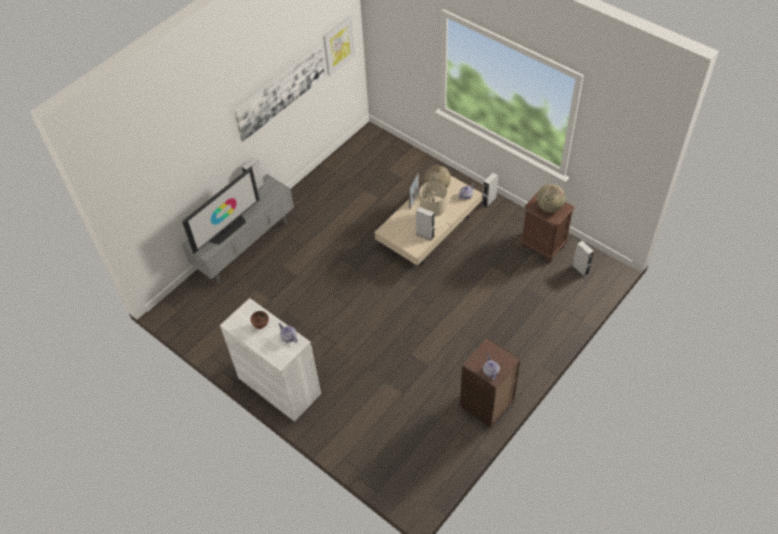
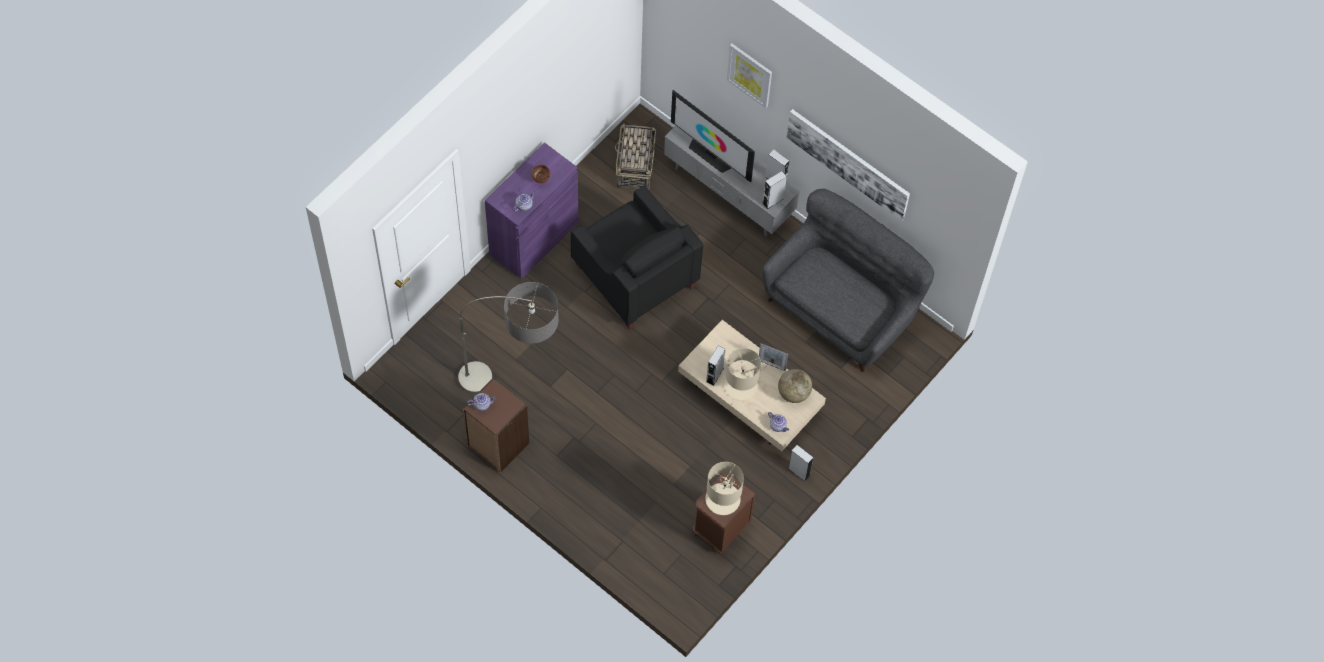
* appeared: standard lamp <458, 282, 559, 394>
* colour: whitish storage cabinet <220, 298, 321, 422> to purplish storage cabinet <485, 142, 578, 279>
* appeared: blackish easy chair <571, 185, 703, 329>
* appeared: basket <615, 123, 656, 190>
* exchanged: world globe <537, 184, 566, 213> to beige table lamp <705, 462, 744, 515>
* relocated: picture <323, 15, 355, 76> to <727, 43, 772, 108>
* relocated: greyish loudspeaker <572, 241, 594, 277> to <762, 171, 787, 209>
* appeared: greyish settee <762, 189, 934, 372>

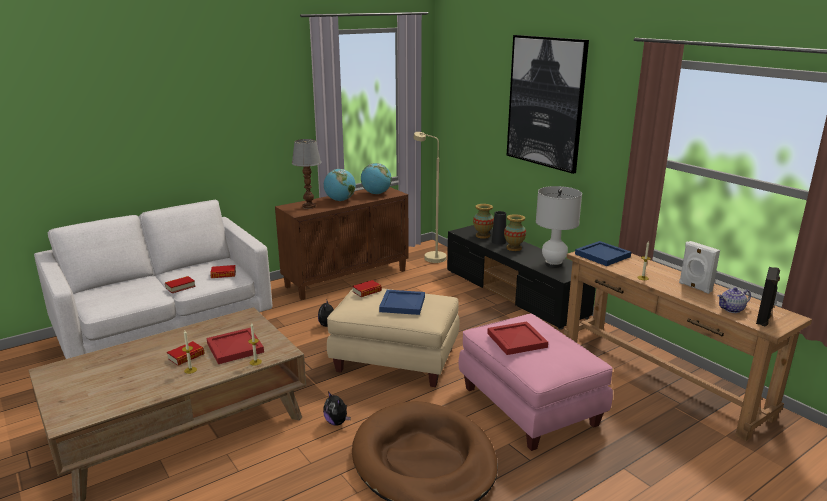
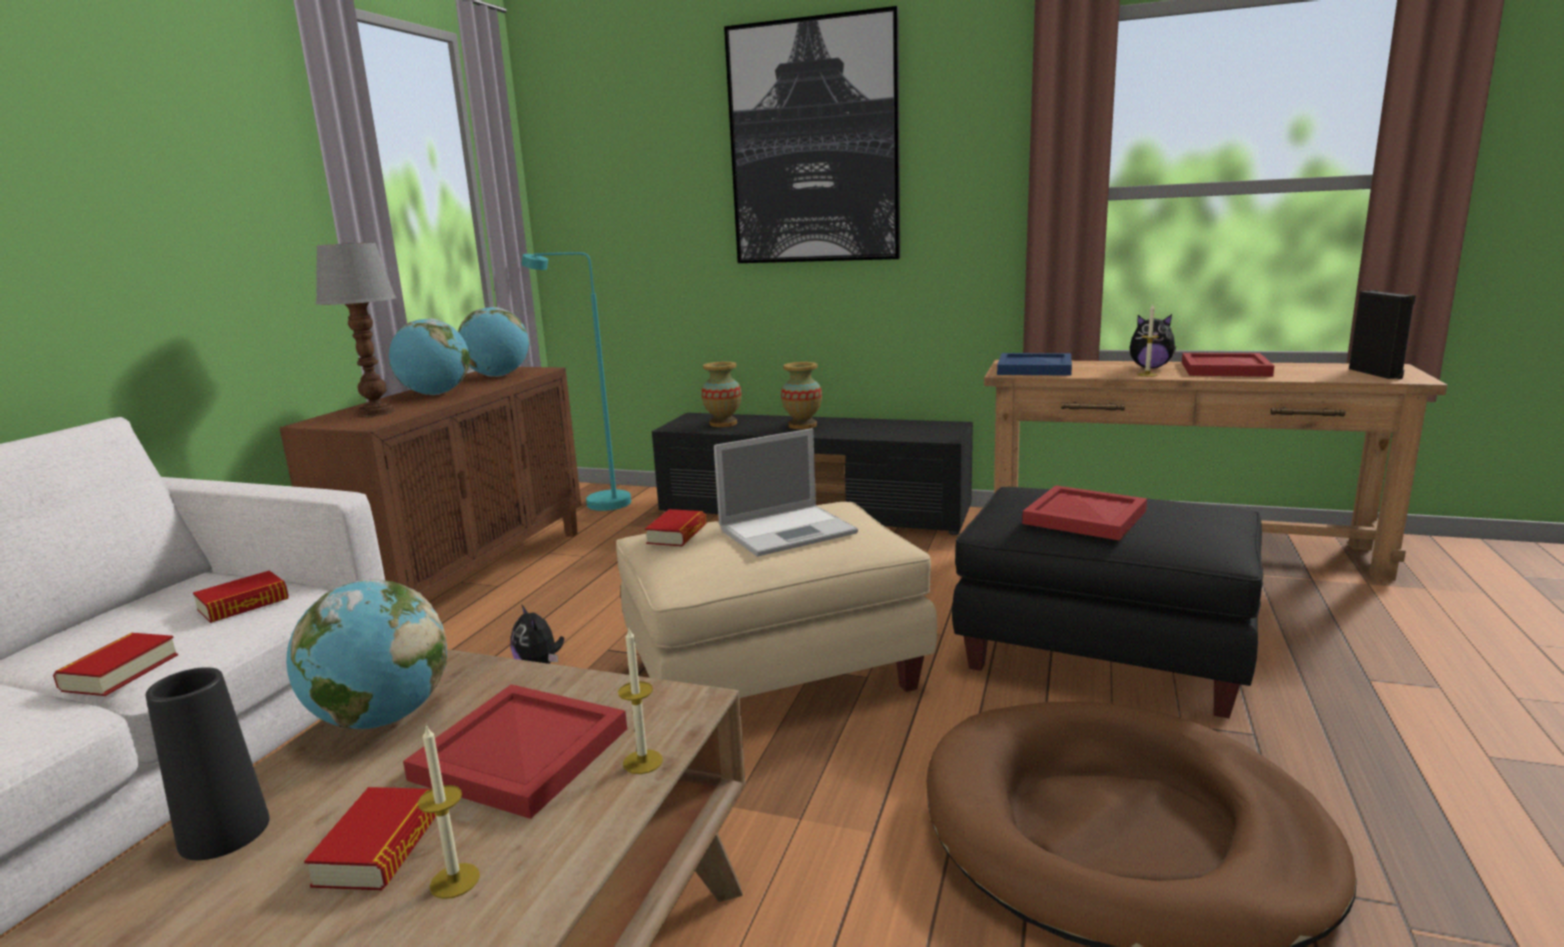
* relocated: blackish flower vase <492, 211, 506, 245> to <145, 667, 270, 860>
* appeared: world globe <286, 580, 447, 729>
* colour: beige standard lamp <413, 132, 447, 263> to turquoise standard lamp <522, 252, 631, 511>
* exchanged: blue-coloured tray <379, 290, 425, 315> to notebook computer <714, 428, 858, 557>
* colour: pink-coloured ottoman <459, 314, 613, 451> to blackish ottoman <952, 487, 1263, 718>
* relocated: plush toy <323, 391, 351, 425> to <1130, 314, 1176, 368>
* exchanged: whitish loudspeaker <679, 241, 720, 294> to red tray <1182, 353, 1274, 377>
* missing: whitish table lamp <536, 186, 582, 268>
* missing: tea pot <718, 287, 751, 313>

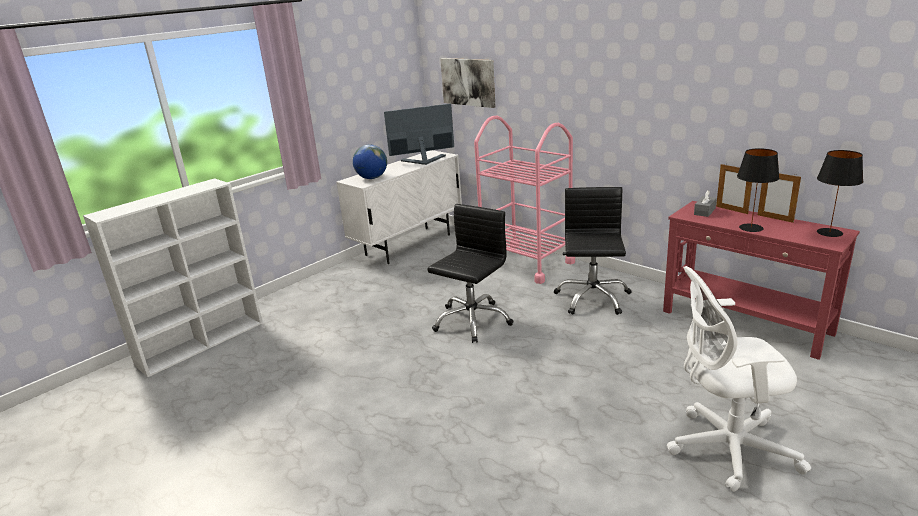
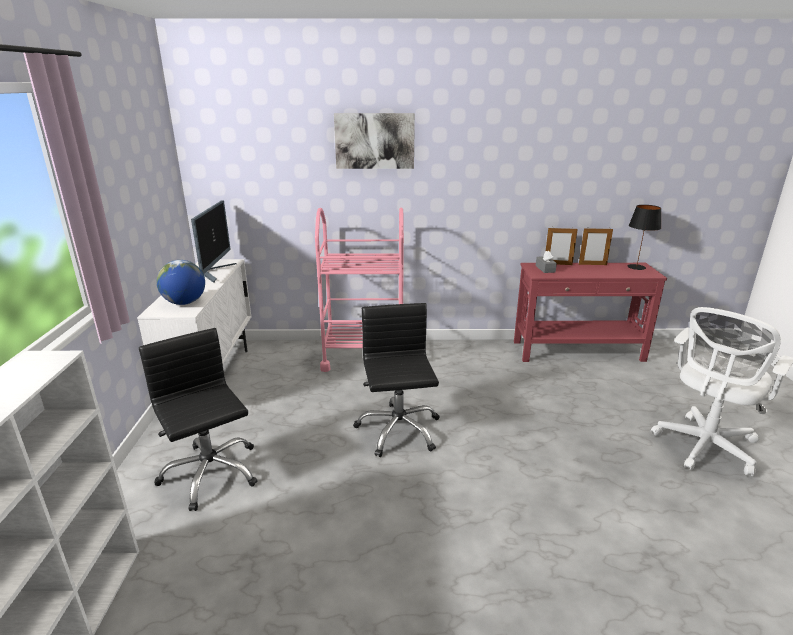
* relocated: blackish computer chair <554, 187, 631, 315> to <139, 328, 258, 511>
* spun: computer display <384, 104, 454, 165> = <191, 200, 237, 283> 150 degrees clockwise
* relocated: picture <440, 58, 495, 108> to <334, 113, 415, 169>
* missing: blackish table lamp <737, 148, 780, 232>

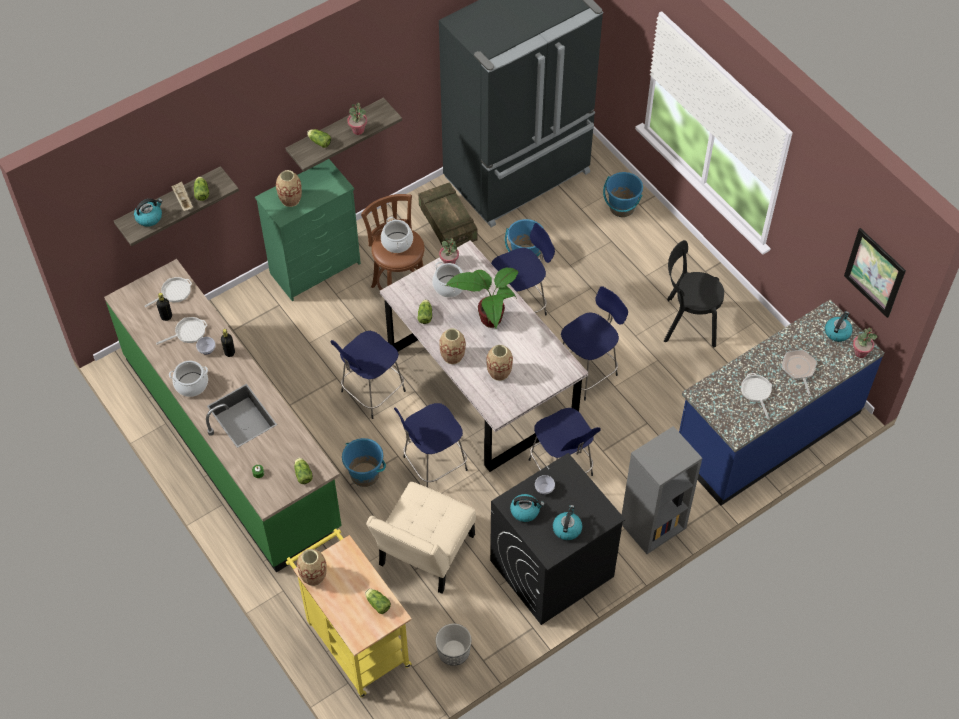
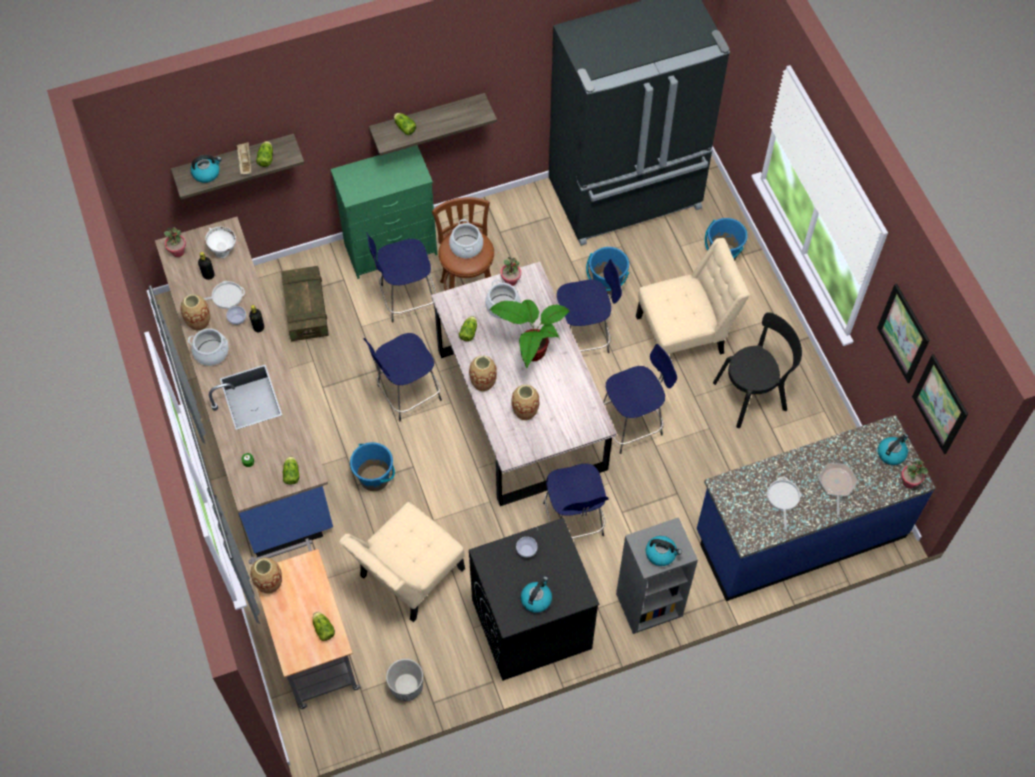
* colour: greenish kitchen base unit <104, 259, 342, 572> to blue-coloured kitchen base unit <155, 217, 333, 557>
* relocated: potted plant <348, 102, 367, 135> to <164, 227, 186, 257>
* relocated: flower vase <276, 170, 302, 207> to <181, 294, 210, 331>
* exchanged: skillet <145, 277, 192, 307> to whitish serving bowl <205, 227, 236, 258>
* colour: yellowish wheeled cart <286, 529, 412, 698> to greyish wheeled cart <248, 538, 361, 709>
* relocated: crate <418, 182, 478, 247> to <281, 266, 329, 341>
* relocated: blue-coloured sitting stool <394, 403, 468, 487> to <366, 232, 436, 323>
* appeared: beige upright chair <636, 238, 750, 371>
* relocated: tea kettle <510, 494, 545, 522> to <646, 536, 682, 566>
* spun: blackish upright chair <664, 240, 724, 347> = <713, 312, 802, 428> 135 degrees clockwise
* appeared: picture <877, 283, 930, 383>

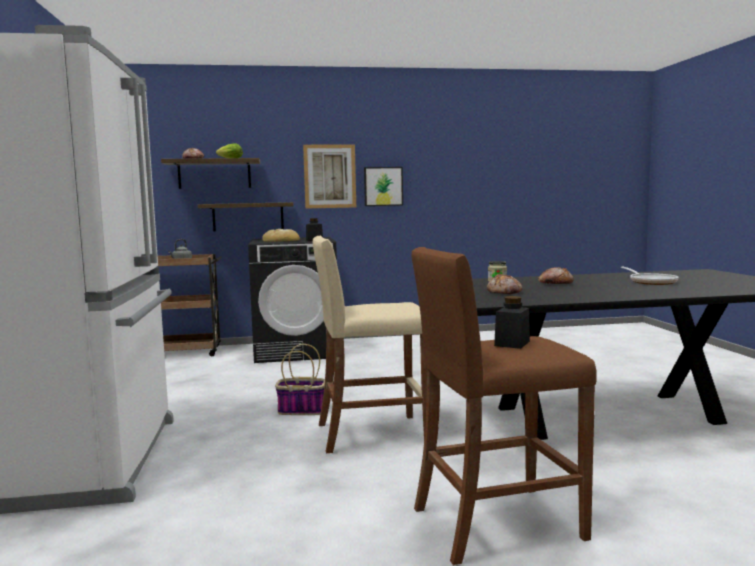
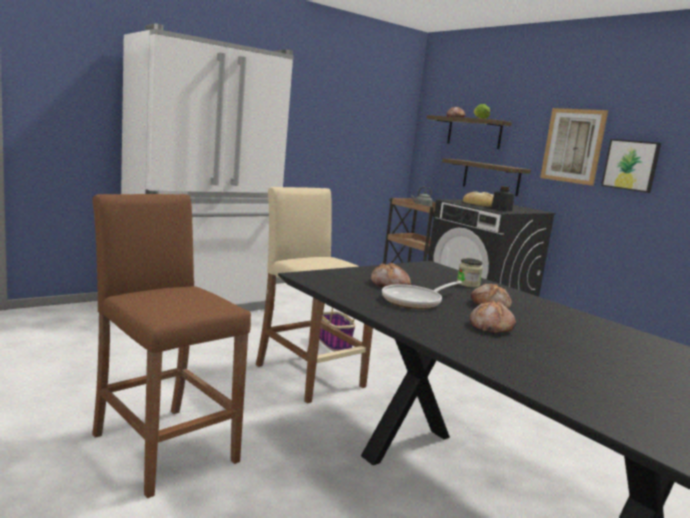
* relocated: skillet <621, 266, 679, 285> to <382, 281, 462, 309>
* appeared: bakery bread <470, 300, 516, 333>
* missing: blackish jar <494, 296, 530, 349>

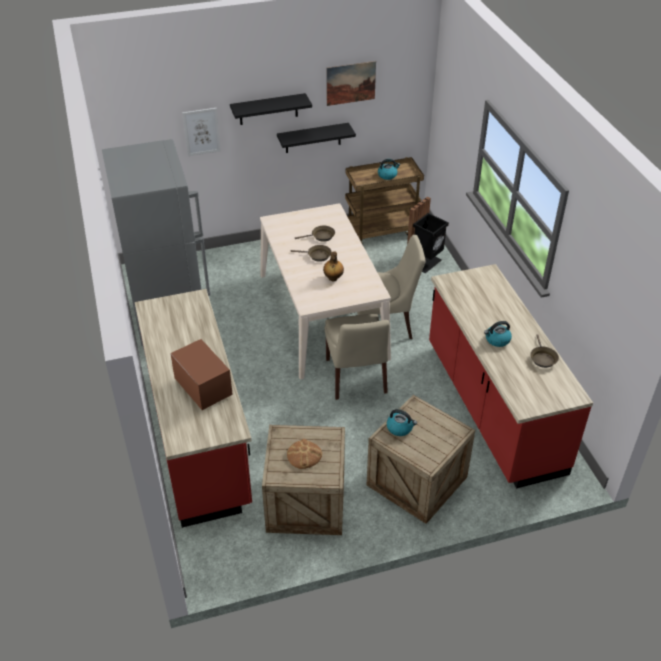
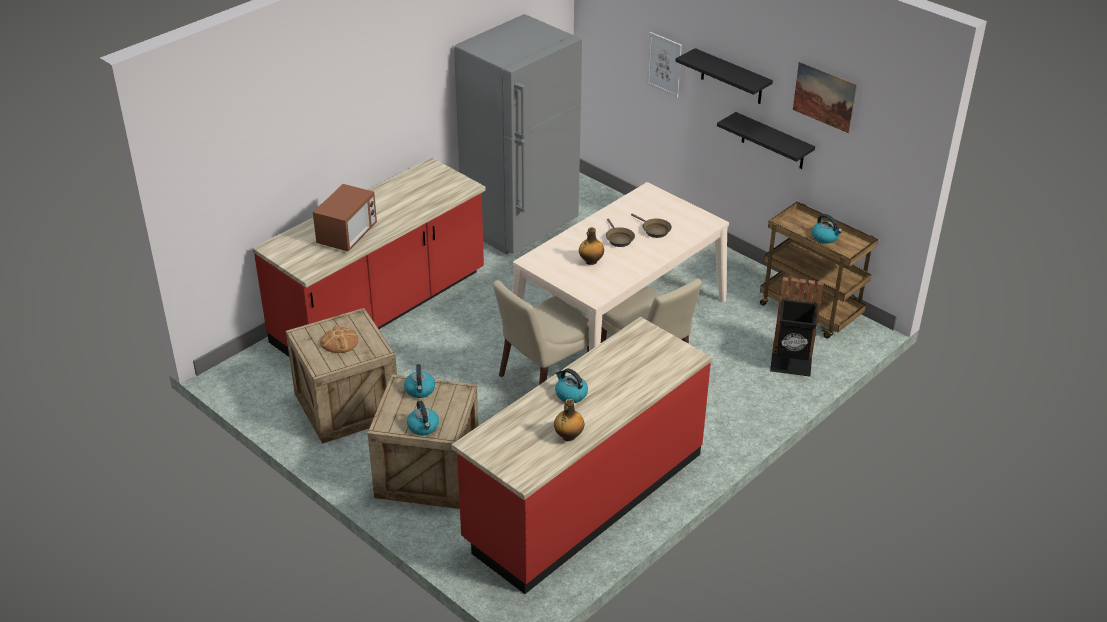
* appeared: tea kettle <407, 401, 439, 435>
* exchanged: brown skillet <530, 334, 559, 368> to drink bottle <554, 399, 584, 441>

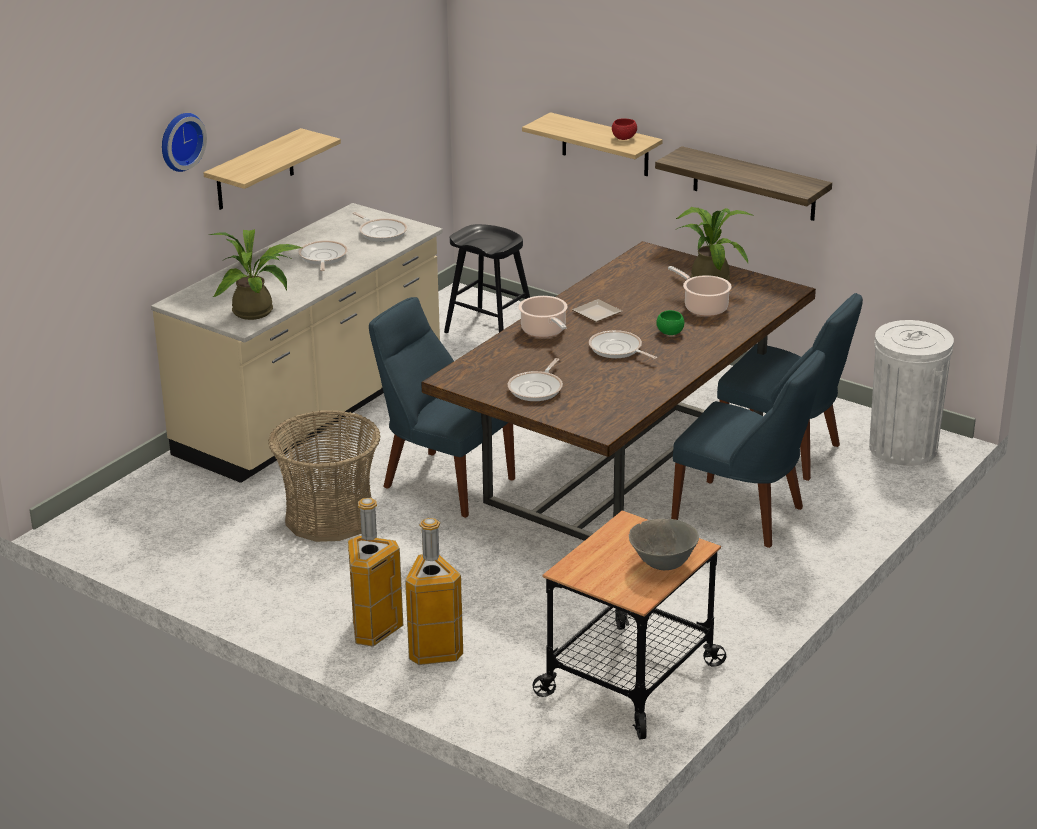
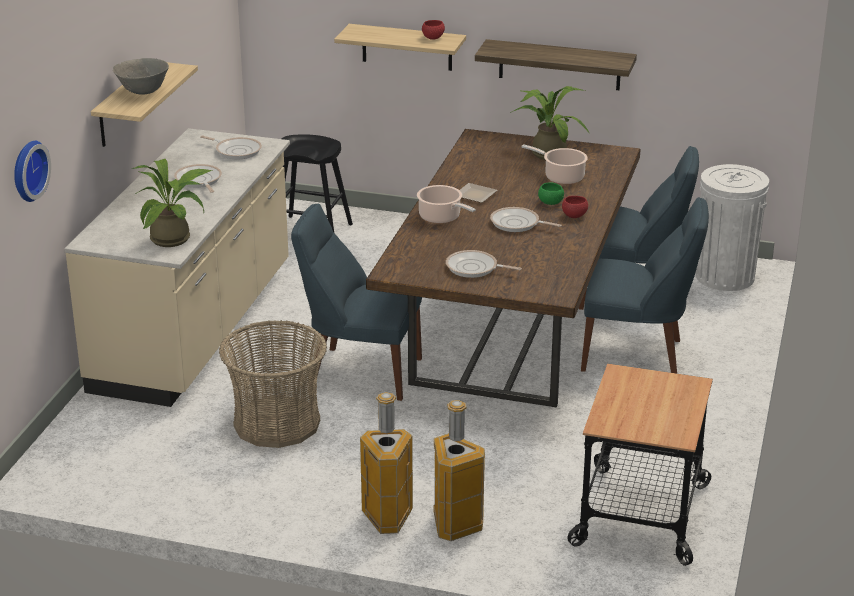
* relocated: hanging clock <162, 113, 207, 172> to <14, 141, 51, 202>
* relocated: greyish serving bowl <629, 519, 699, 570> to <113, 58, 169, 95>
* spun: skillet <507, 358, 563, 401> = <446, 250, 522, 278> 105 degrees clockwise
* appeared: red serving bowl <562, 196, 588, 218>

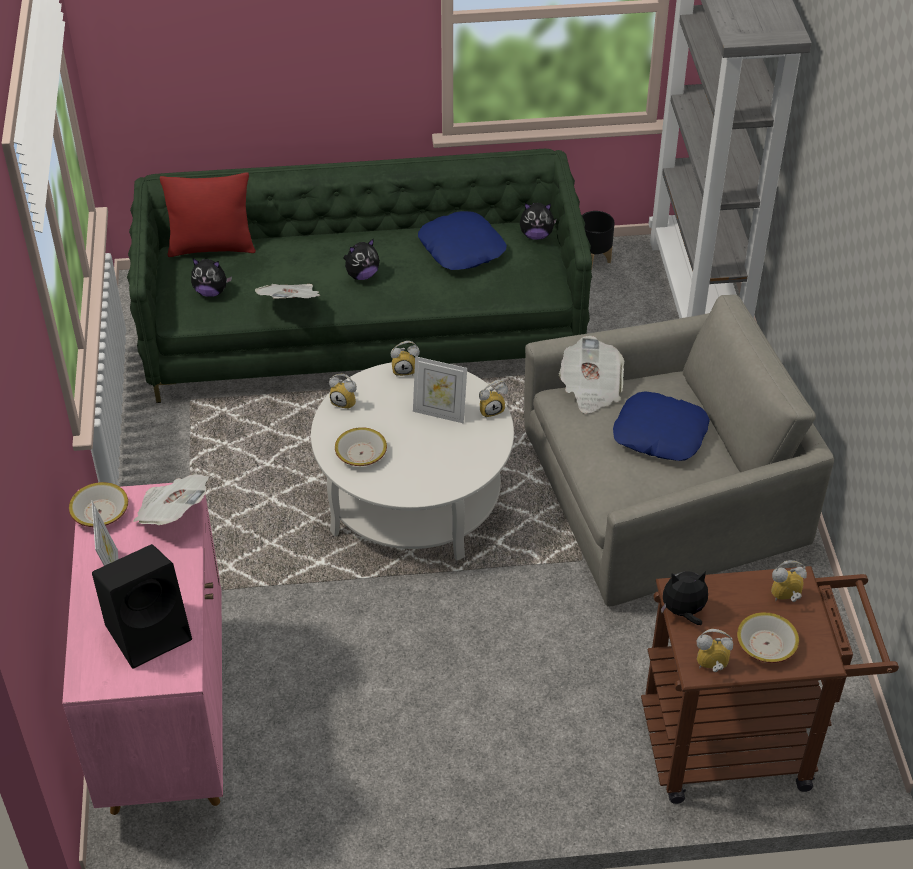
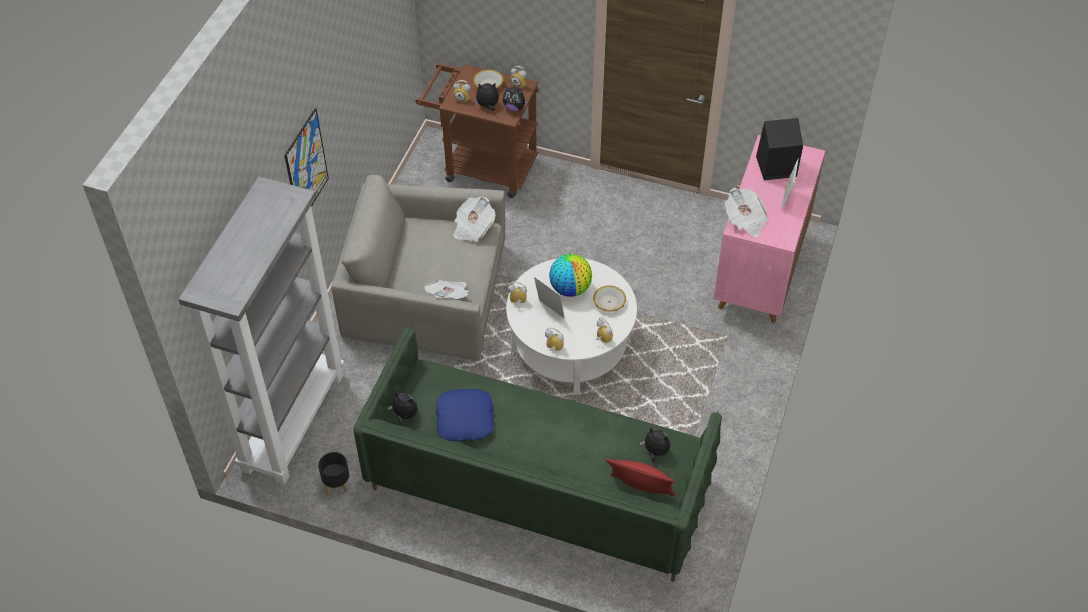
* appeared: picture <284, 108, 329, 207>
* relocated: newspaper <255, 284, 321, 299> to <453, 196, 495, 242>
* relocated: plush toy <343, 238, 380, 280> to <475, 82, 499, 111>
* appeared: world globe <549, 254, 592, 297>
* missing: serving bowl <69, 482, 128, 527>
* missing: blue-coloured throw pillow <613, 391, 710, 461>

